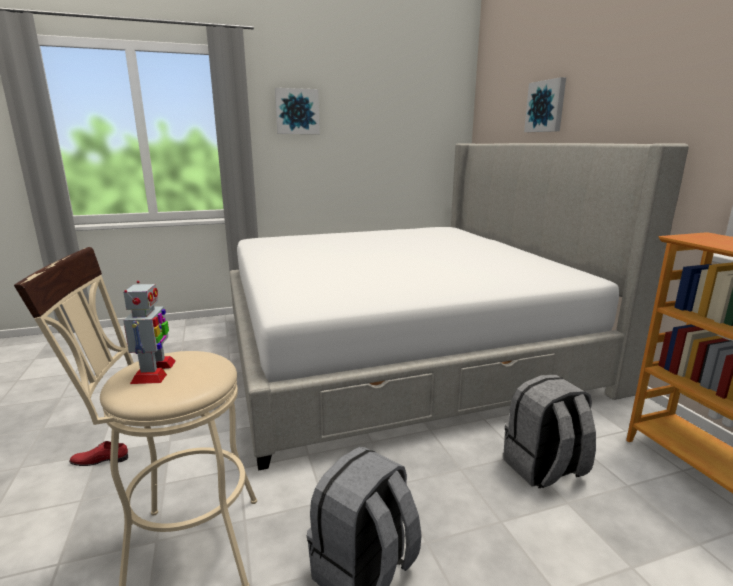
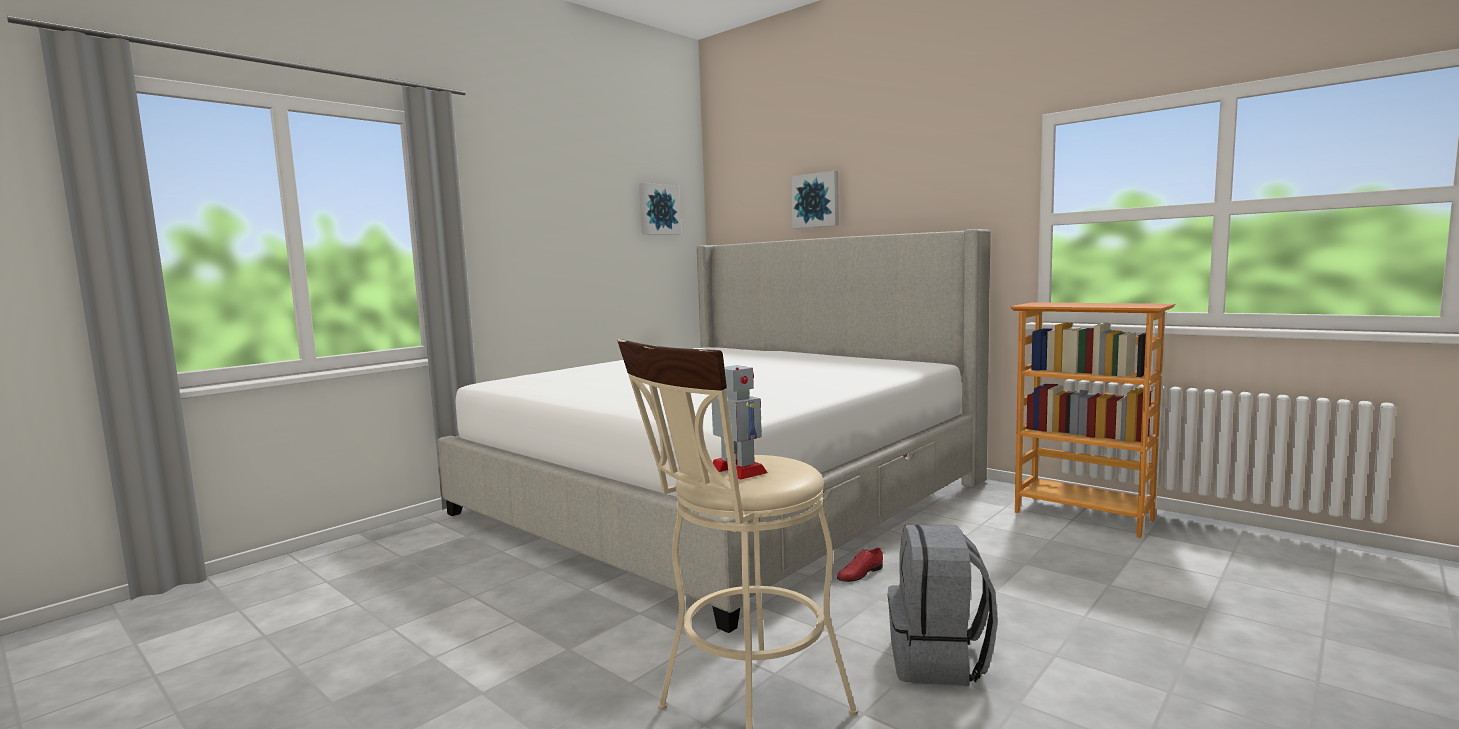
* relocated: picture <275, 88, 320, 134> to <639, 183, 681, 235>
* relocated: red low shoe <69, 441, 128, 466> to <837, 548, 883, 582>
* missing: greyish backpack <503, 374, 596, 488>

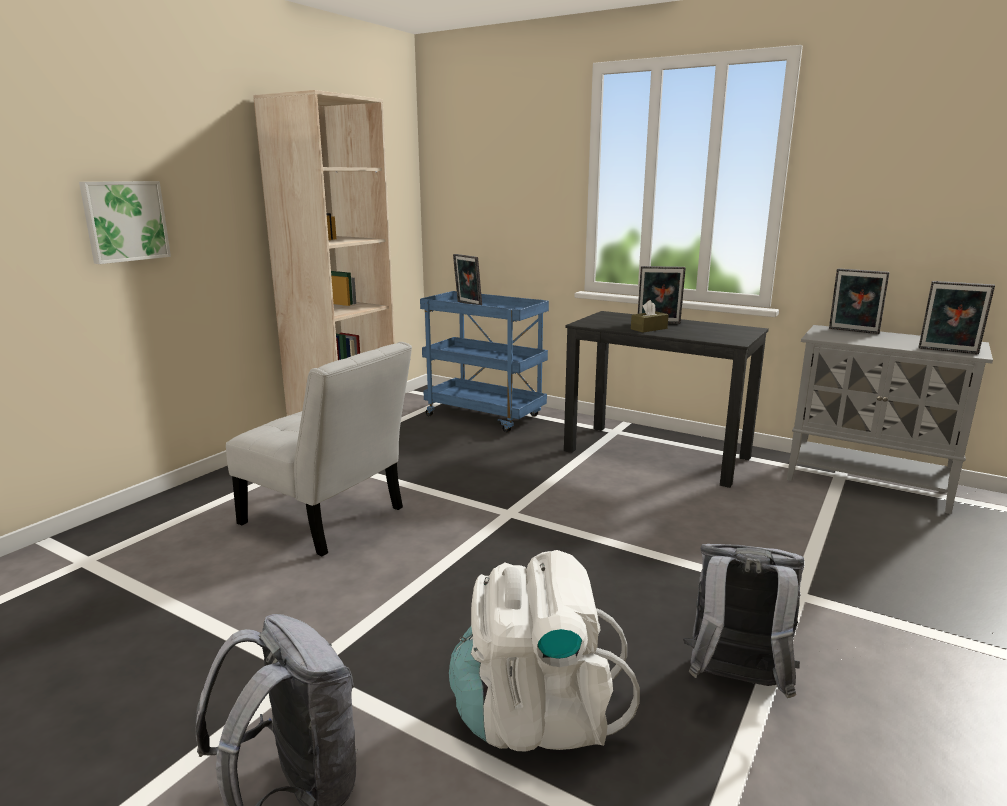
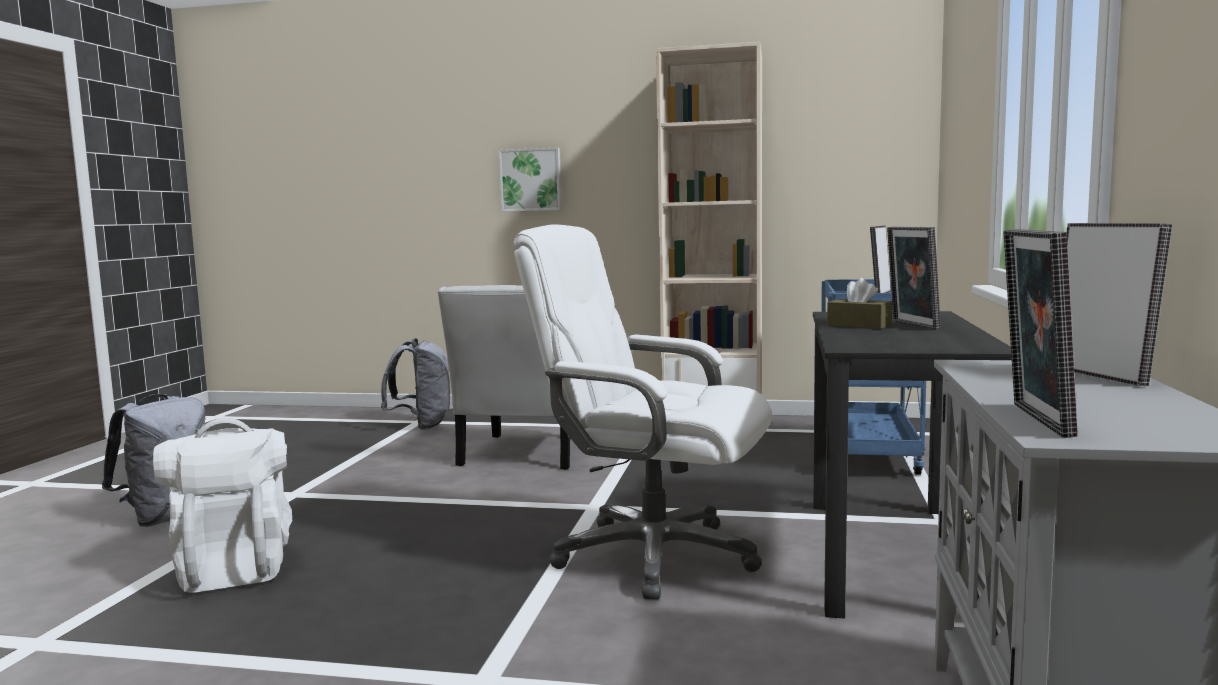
* relocated: greyish backpack <683, 544, 804, 698> to <381, 338, 450, 430>
* appeared: whitish computer chair <513, 224, 772, 600>
* spun: picture frame <829, 268, 890, 334> = <1066, 223, 1172, 386> 150 degrees clockwise

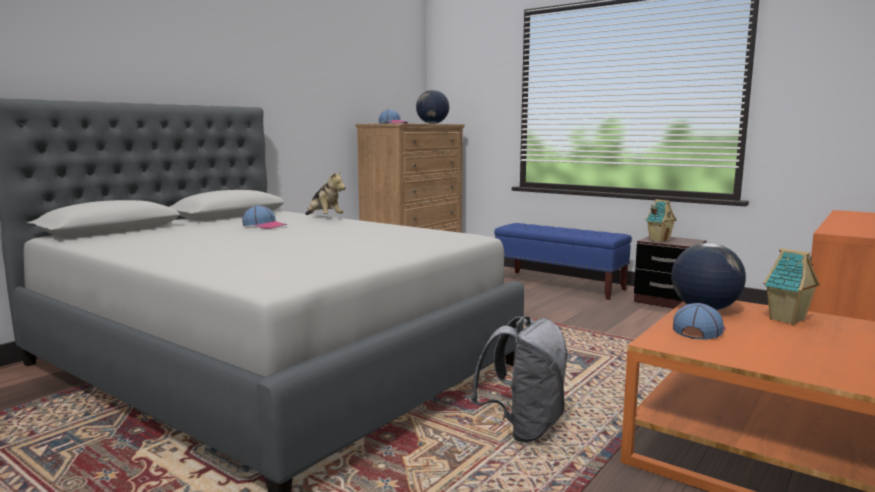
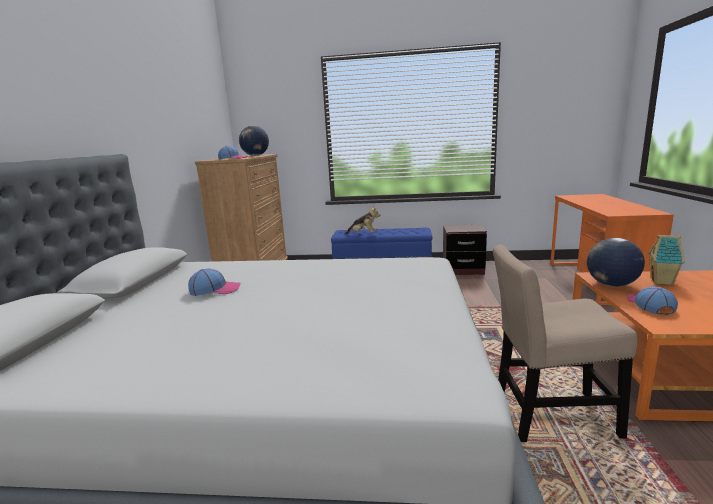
* relocated: plush toy <305, 172, 346, 215> to <344, 205, 381, 235>
* exchanged: greyish backpack <470, 316, 569, 442> to beige upright chair <493, 245, 637, 442>
* missing: miniature house <645, 199, 677, 242>

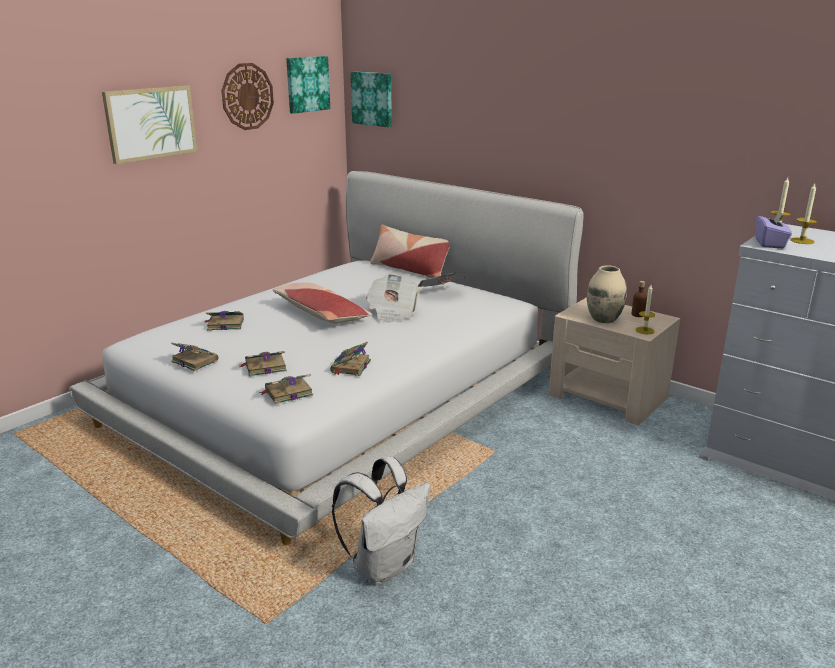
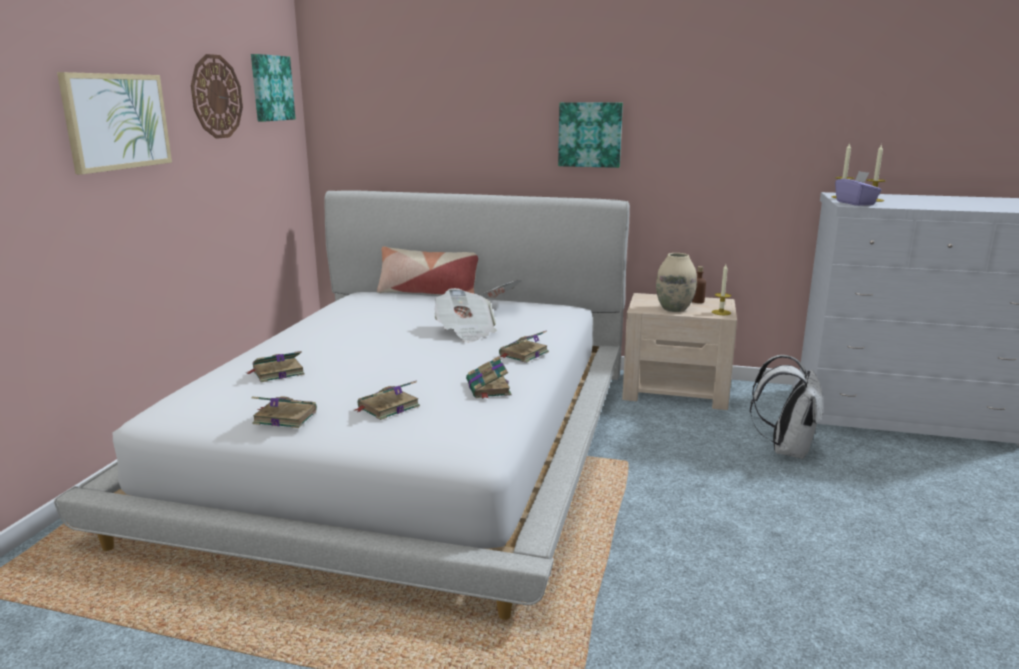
* relocated: volume <259, 374, 313, 404> to <499, 331, 549, 363>
* relocated: picture <350, 72, 392, 127> to <558, 102, 623, 168>
* relocated: whitish backpack <332, 456, 431, 584> to <750, 355, 823, 459>
* missing: throw pillow <273, 282, 372, 323>

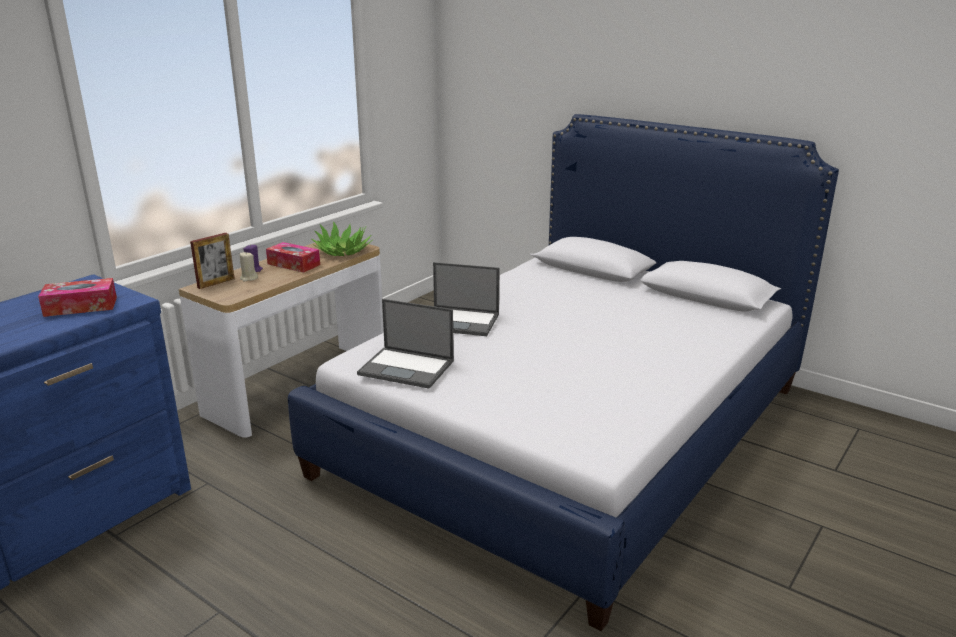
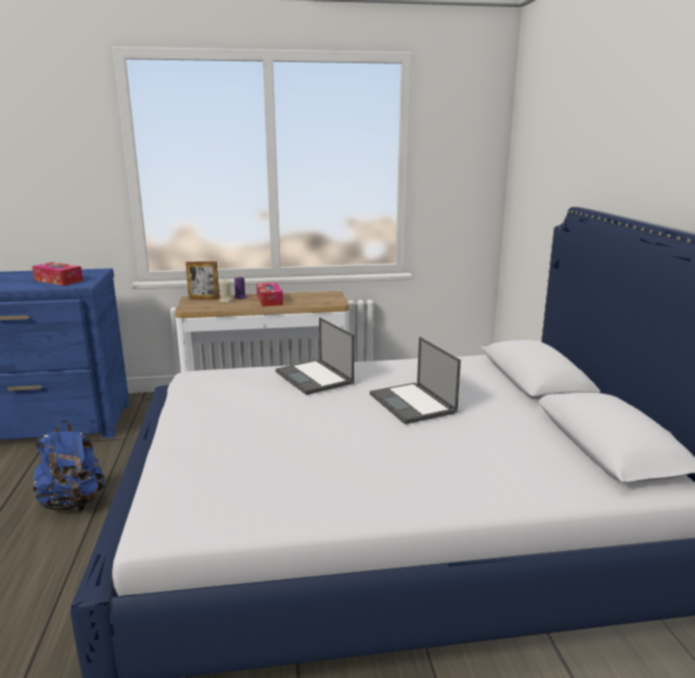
* appeared: blue-coloured backpack <33, 420, 104, 511>
* relocated: notebook computer <357, 299, 454, 389> to <370, 337, 461, 424>
* missing: potted plant <312, 221, 372, 256>

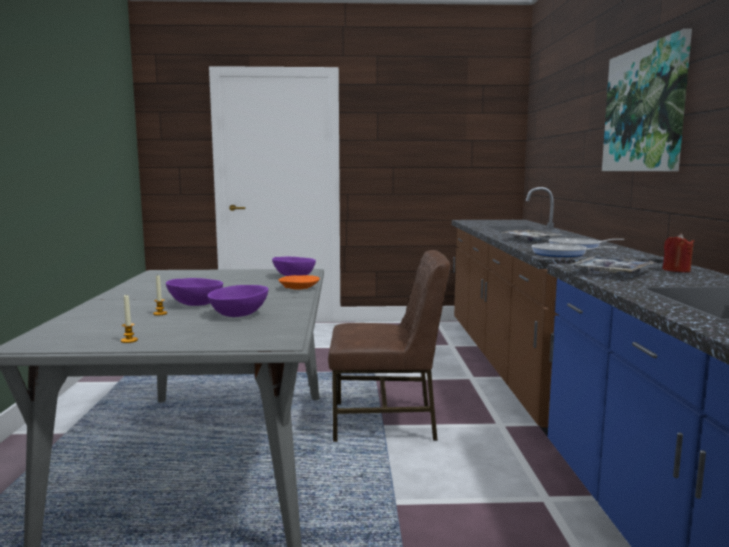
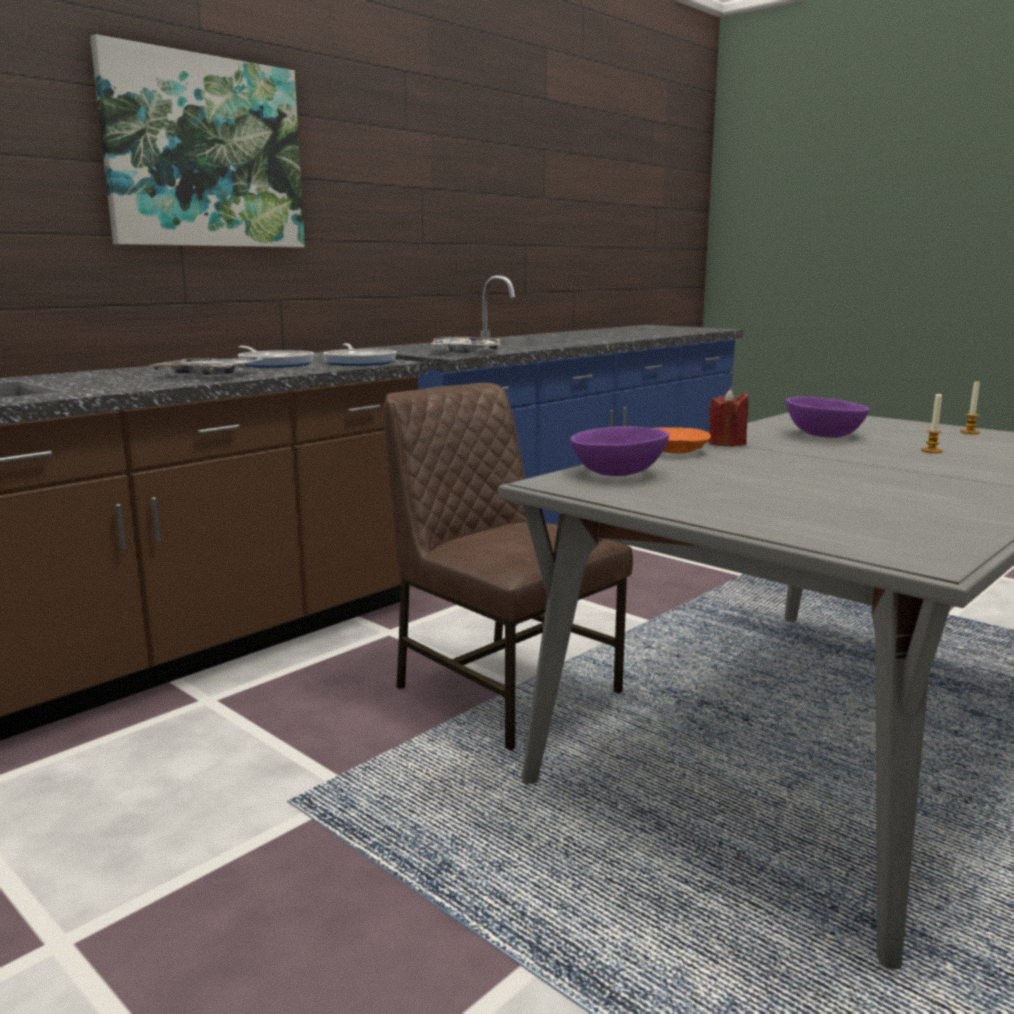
* relocated: red wax light <662, 233, 694, 273> to <708, 389, 748, 446>
* missing: purplish serving bowl <166, 278, 223, 306>

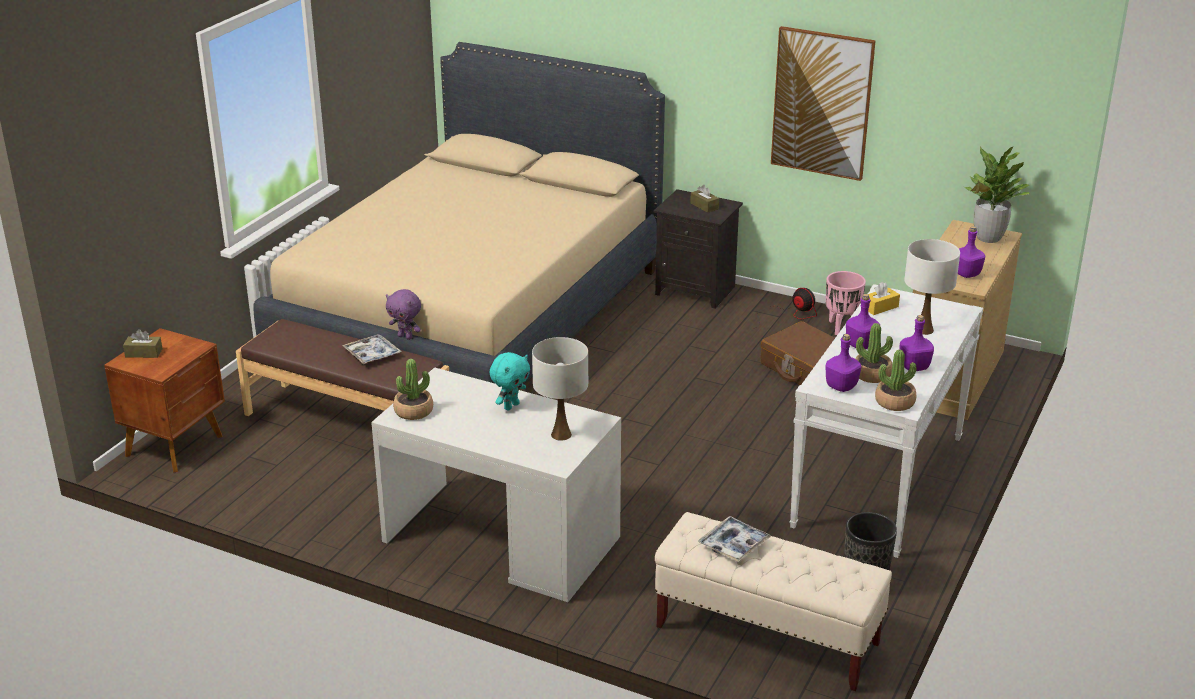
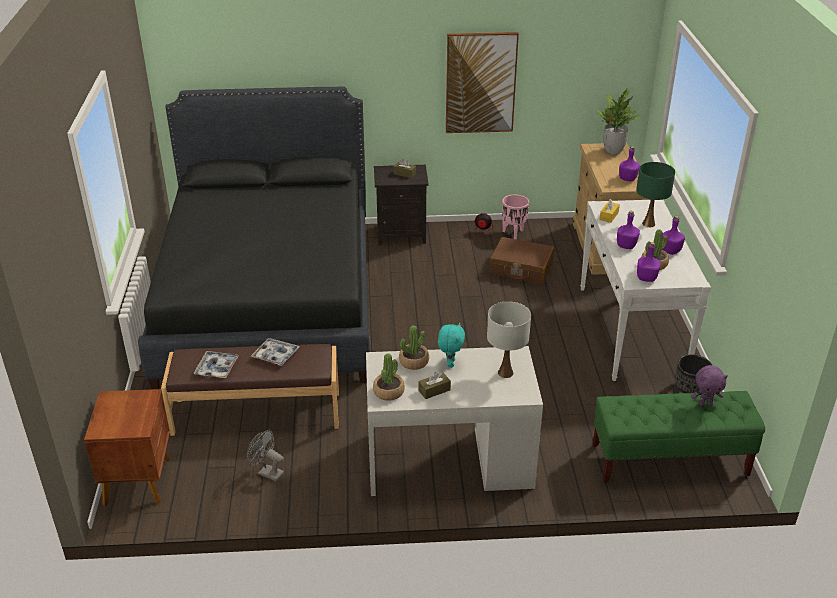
* colour: beige sleeping bed <254, 42, 665, 389> to blackish sleeping bed <138, 87, 370, 389>
* relocated: tray <698, 516, 771, 562> to <193, 351, 239, 378>
* appeared: greyish electric fan <247, 430, 284, 482>
* relocated: potted plant <875, 350, 917, 411> to <399, 325, 429, 370>
* relocated: brown tissue holder <123, 329, 163, 358> to <418, 372, 451, 399>
* colour: beige bench <655, 512, 892, 691> to greenish bench <593, 391, 765, 483>
* colour: whitish table lamp <904, 239, 960, 335> to greenish table lamp <636, 162, 675, 227>
* relocated: purplish plush toy <386, 289, 421, 340> to <691, 365, 728, 406>

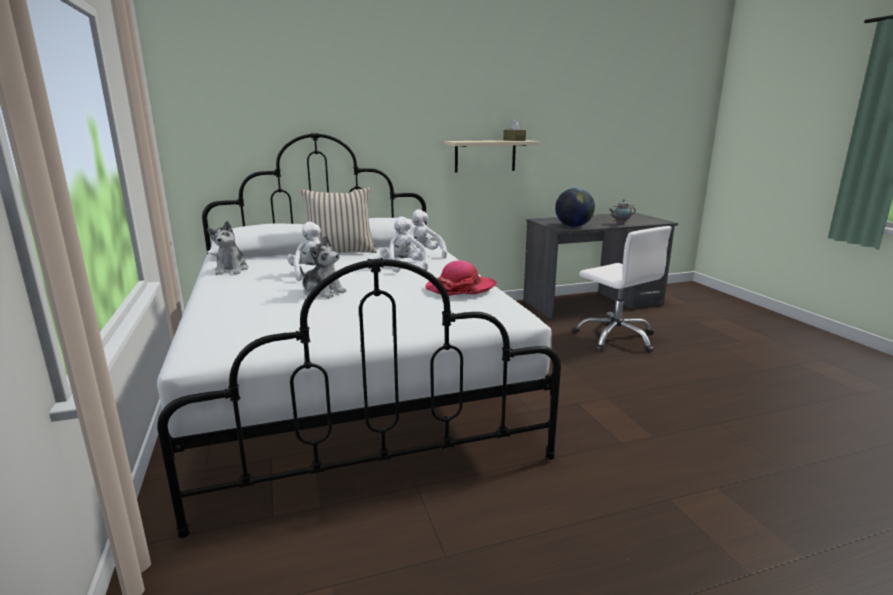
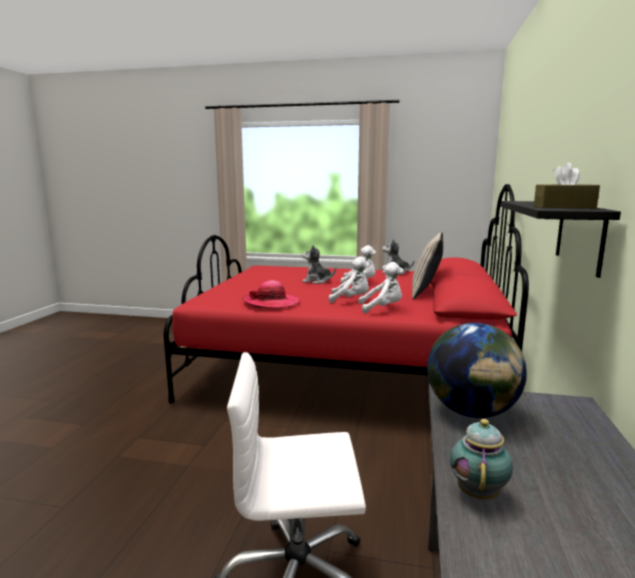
* colour: whitish sleeping bed <157, 133, 561, 538> to red sleeping bed <164, 184, 529, 404>
* spun: plush toy <300, 235, 346, 298> = <302, 245, 336, 284> 45 degrees clockwise
* colour: beige bracket shelf <444, 140, 540, 173> to blackish bracket shelf <501, 201, 621, 278>

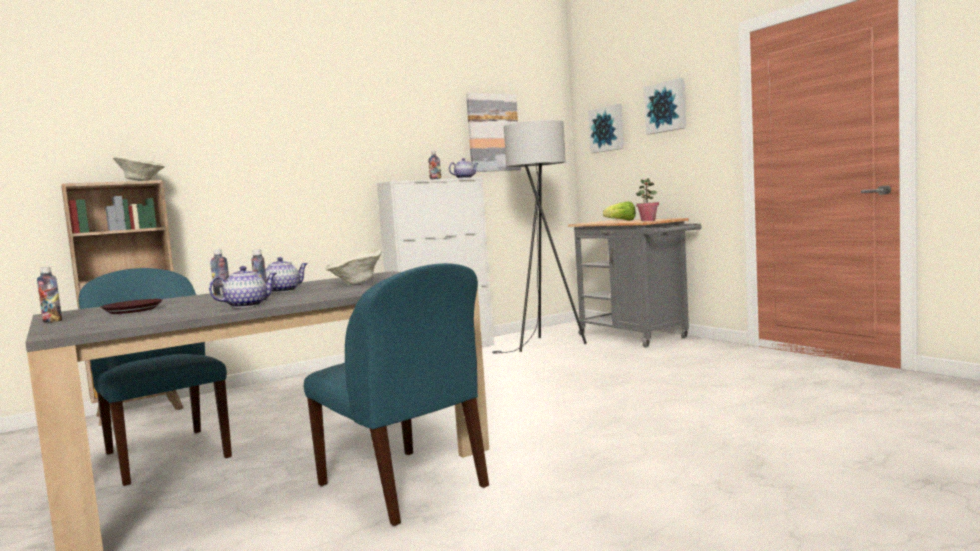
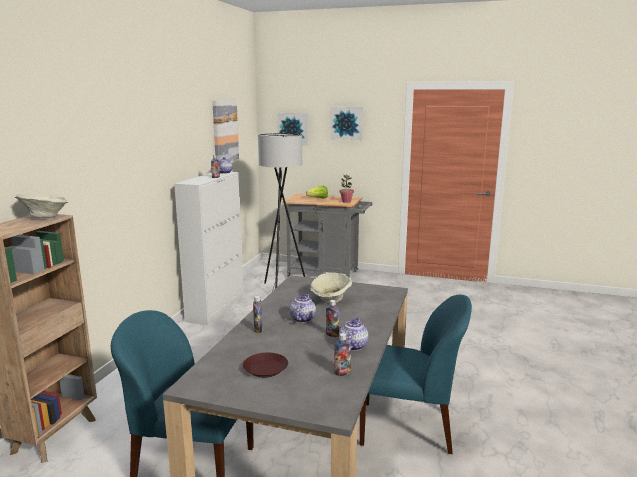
* relocated: drink bottle <37, 267, 62, 322> to <334, 333, 351, 376>

